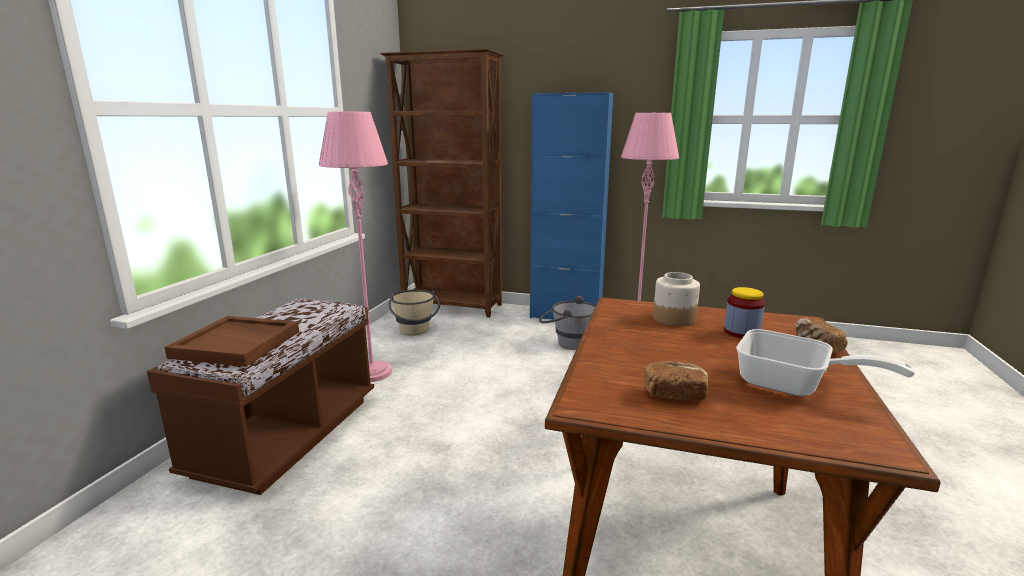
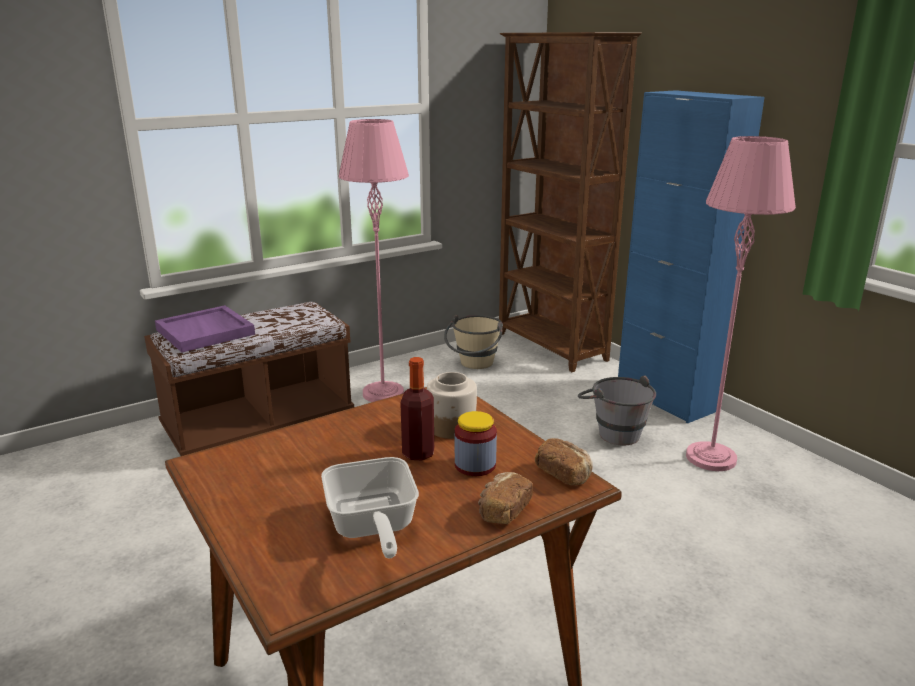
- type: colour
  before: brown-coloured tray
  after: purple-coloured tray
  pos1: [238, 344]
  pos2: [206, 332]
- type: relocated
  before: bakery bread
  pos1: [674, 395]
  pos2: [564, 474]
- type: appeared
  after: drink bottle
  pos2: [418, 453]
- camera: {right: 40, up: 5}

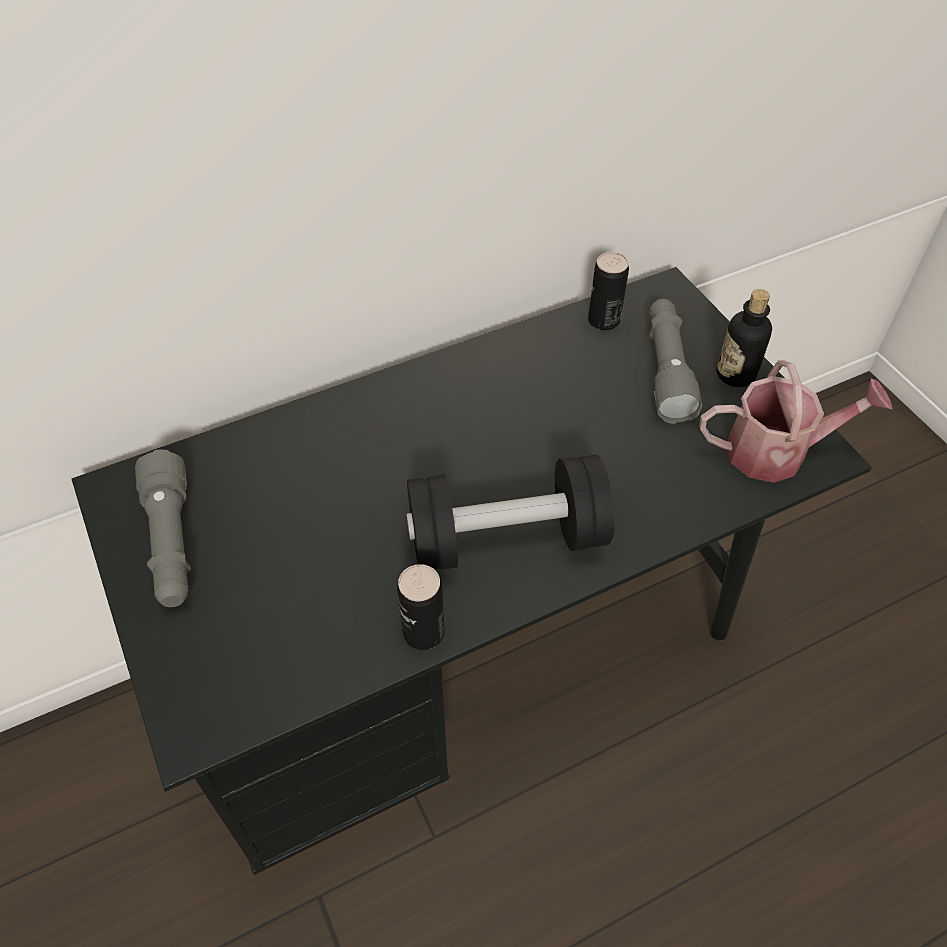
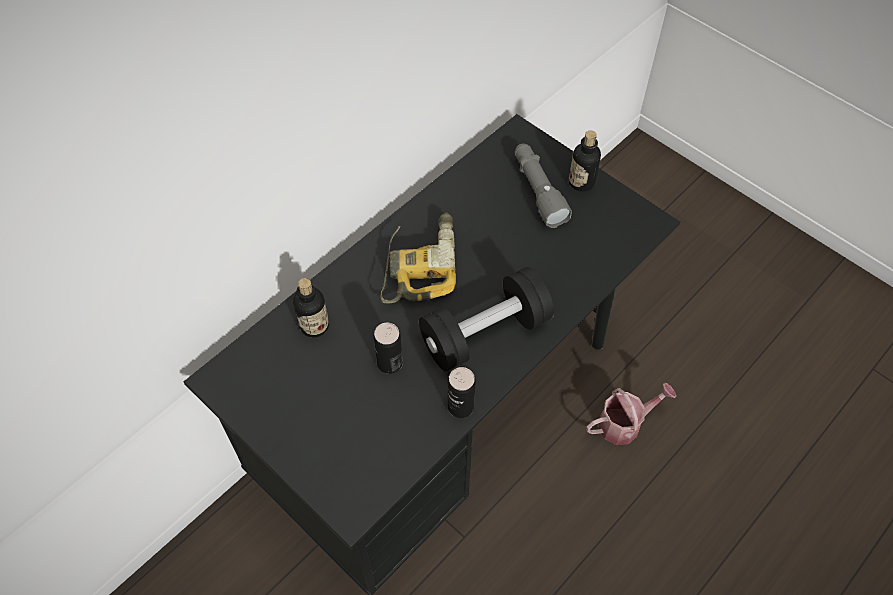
- type: missing
  before: gray hand torch
  pos1: [172, 543]
- type: relocated
  before: metal can
  pos1: [604, 320]
  pos2: [390, 363]
- type: relocated
  before: watering can
  pos1: [777, 451]
  pos2: [624, 423]
- type: appeared
  after: drink bottle
  pos2: [314, 326]
- type: appeared
  after: drill
  pos2: [419, 264]
- camera: {right: -20, up: 5}

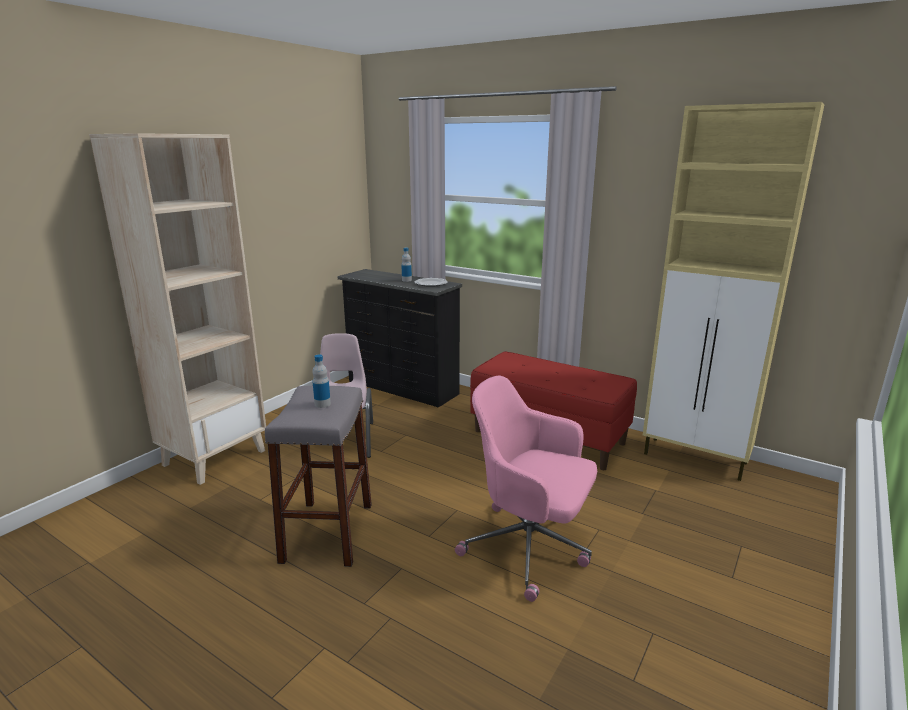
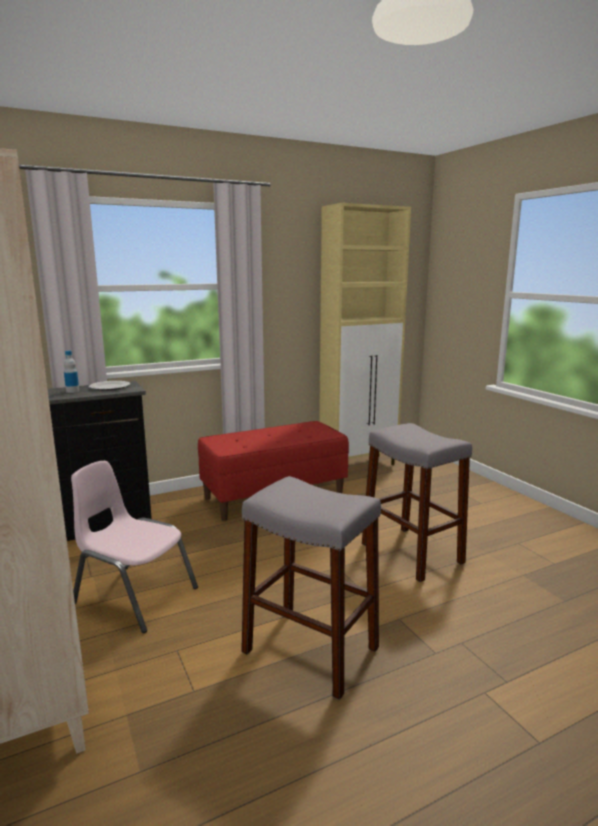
- type: missing
  before: drink bottle
  pos1: [322, 404]
- type: exchanged
  before: pink-coloured desk chair
  after: gray sitting stool
  pos1: [529, 547]
  pos2: [411, 553]
- camera: {right: -60, up: -5}

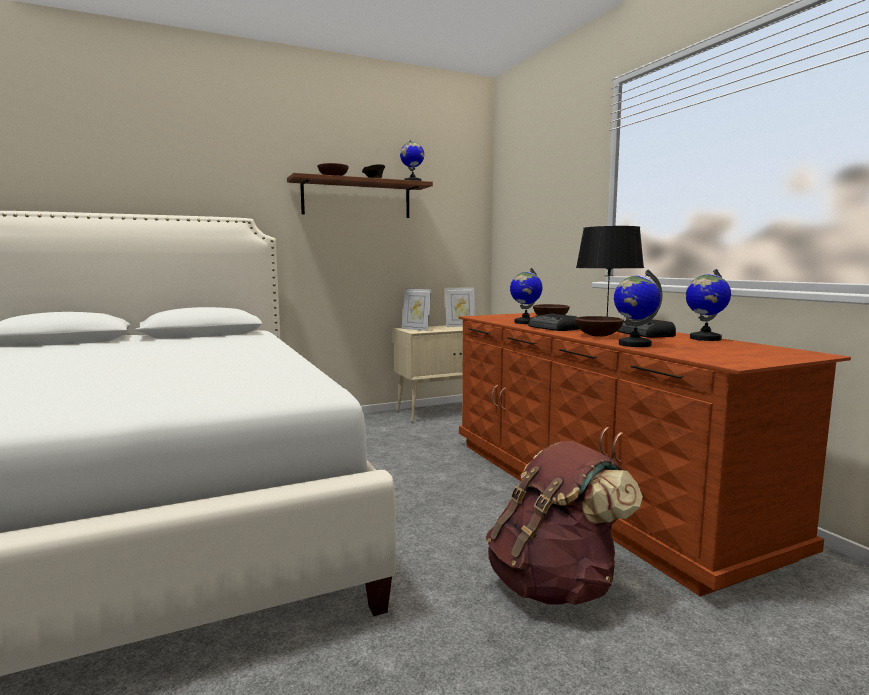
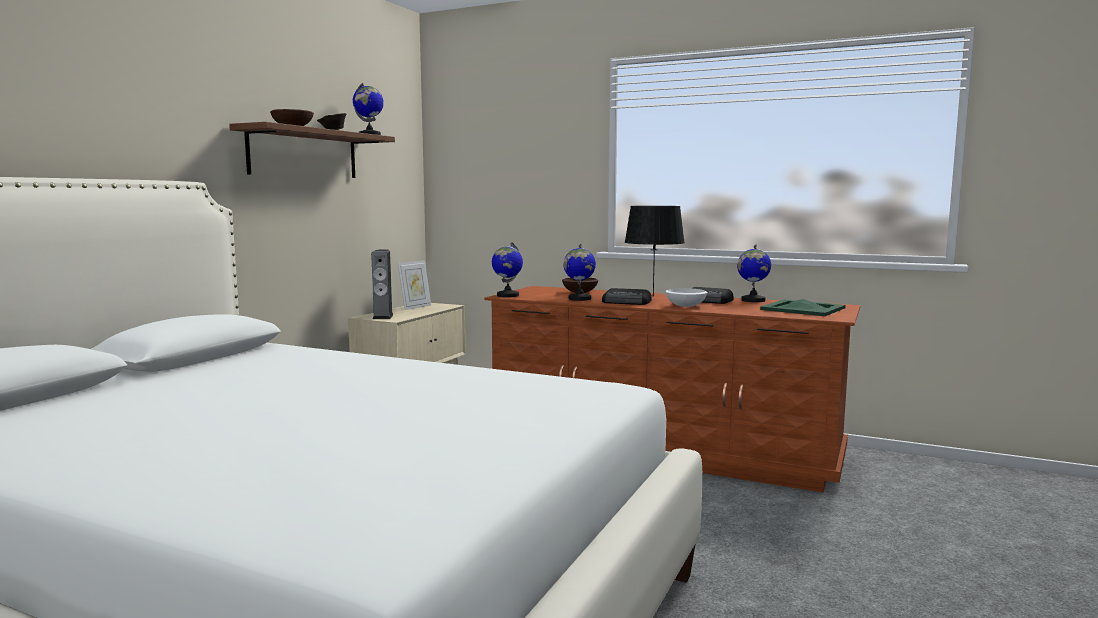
- type: exchanged
  before: picture frame
  after: loudspeaker
  pos1: [416, 329]
  pos2: [383, 316]
- type: missing
  before: brown-coloured knapsack
  pos1: [555, 585]
- type: colour
  before: brown-coloured serving bowl
  after: white-coloured serving bowl
  pos1: [598, 335]
  pos2: [685, 306]
- type: relocated
  before: globe
  pos1: [634, 344]
  pos2: [507, 295]
- type: appeared
  after: green tray
  pos2: [803, 309]
- camera: {right: -40, up: 0}

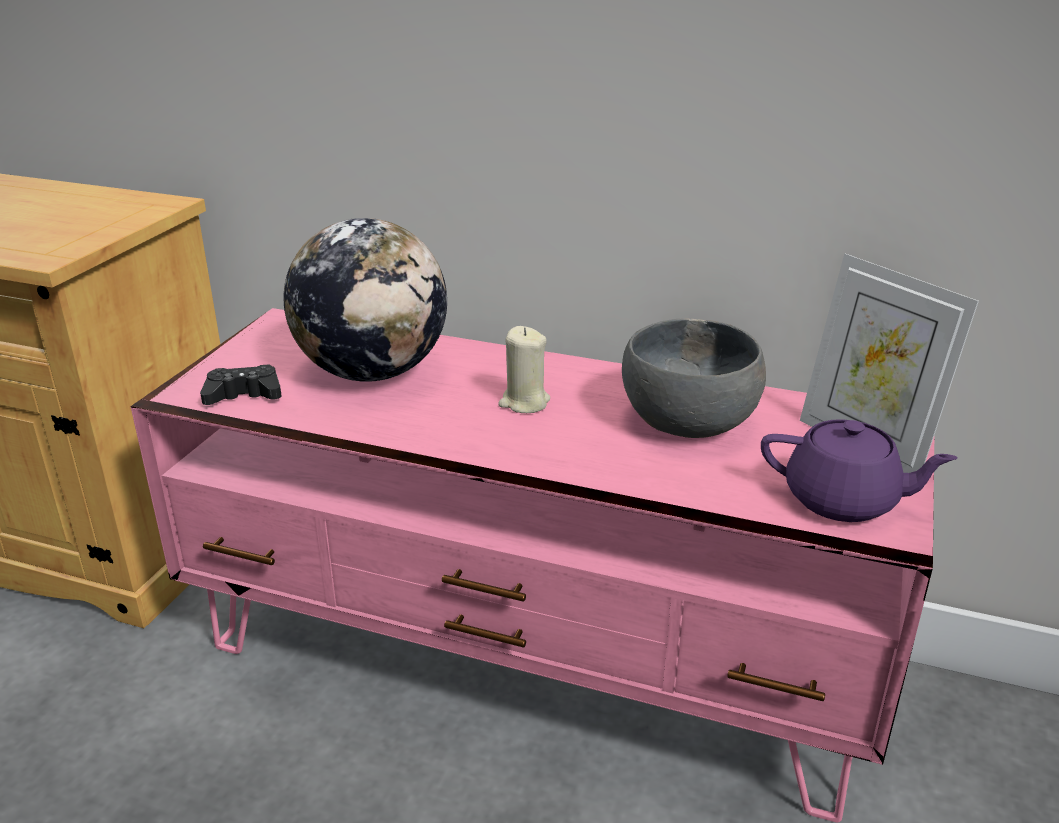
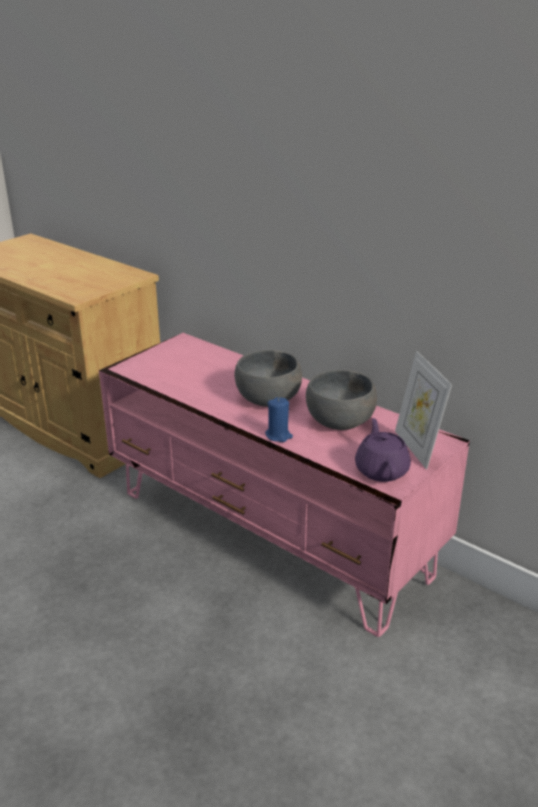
- type: missing
  before: black joypad
  pos1: [244, 395]
- type: missing
  before: globe
  pos1: [372, 372]
- type: exchanged
  before: beige-coloured candle
  after: gray serving bowl
  pos1: [524, 402]
  pos2: [268, 399]
- type: spun
  before: purple-coloured teapot
  pos1: [843, 501]
  pos2: [381, 470]
  turn: -135
- type: appeared
  after: blue candle
  pos2: [278, 435]
- camera: {right: 20, up: 0}

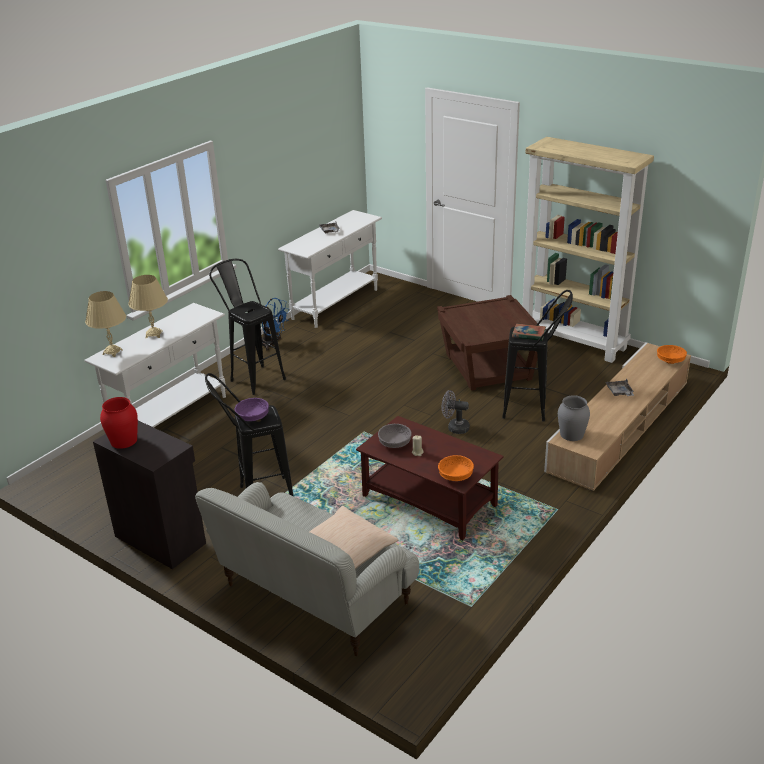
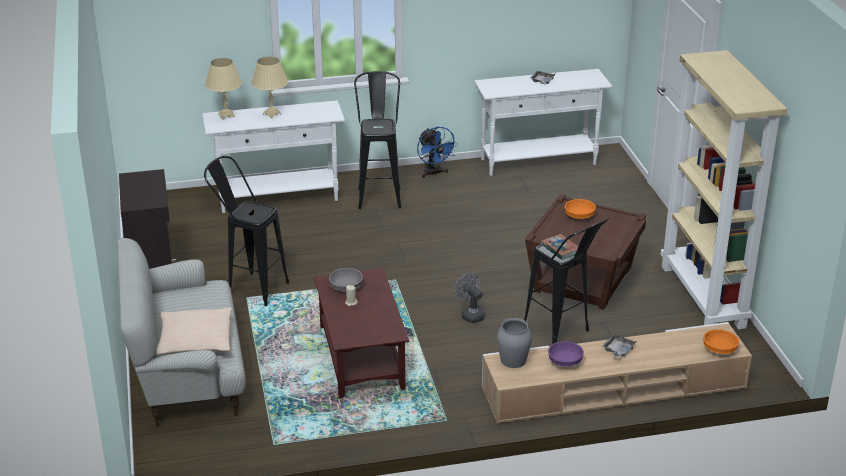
- type: missing
  before: red-coloured vase
  pos1: [123, 441]
- type: relocated
  before: purple-coloured serving bowl
  pos1: [253, 417]
  pos2: [565, 362]
- type: relocated
  before: orangey serving bowl
  pos1: [455, 476]
  pos2: [579, 216]
- camera: {right: 40, up: 0}

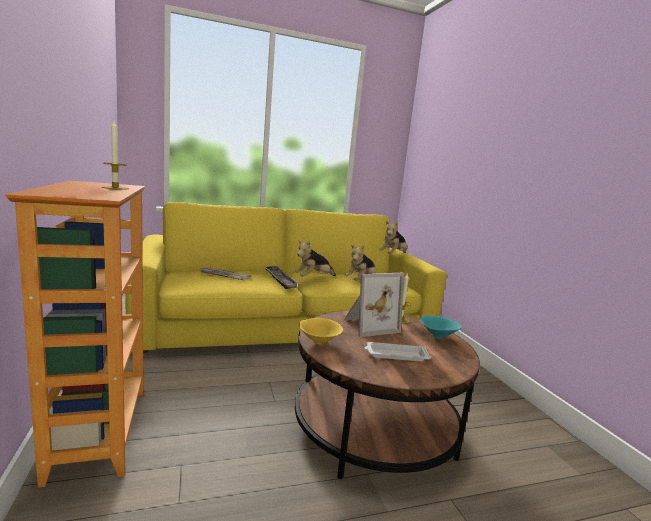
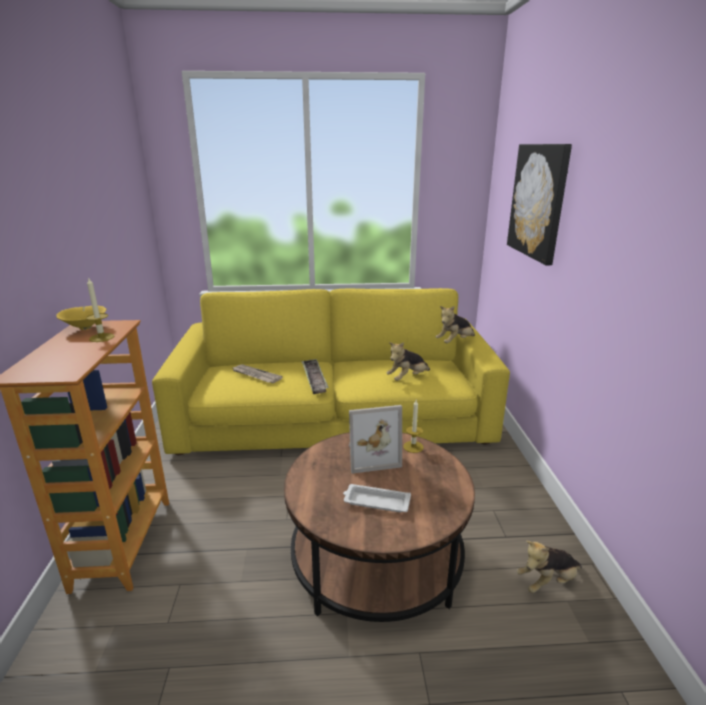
- type: relocated
  before: plush toy
  pos1: [313, 278]
  pos2: [547, 582]
- type: relocated
  before: yellow serving bowl
  pos1: [318, 341]
  pos2: [85, 327]
- type: missing
  before: blue-green serving bowl
  pos1: [437, 337]
- type: appeared
  after: picture
  pos2: [538, 201]
- camera: {right: 15, up: 10}

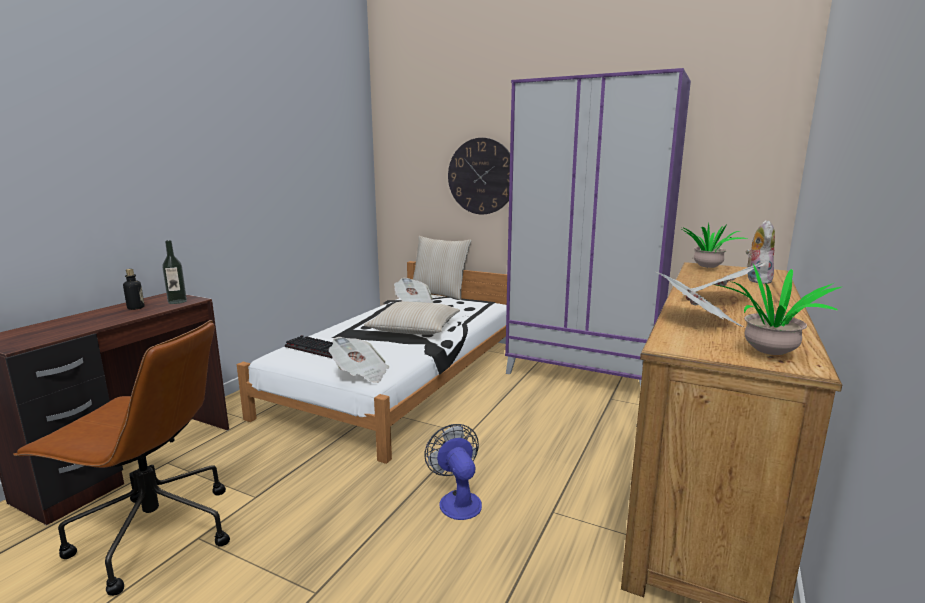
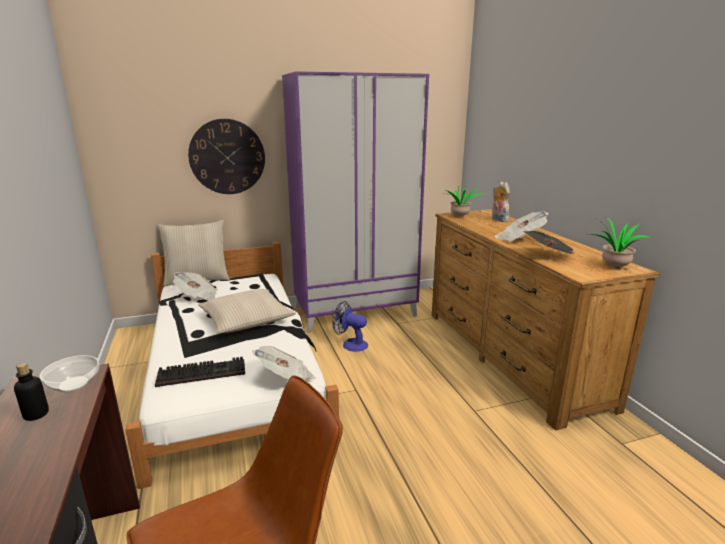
- type: exchanged
  before: drink bottle
  after: serving bowl
  pos1: [177, 301]
  pos2: [74, 383]
- type: relocated
  before: cooling fan
  pos1: [457, 500]
  pos2: [350, 344]
- camera: {right: -45, up: 5}

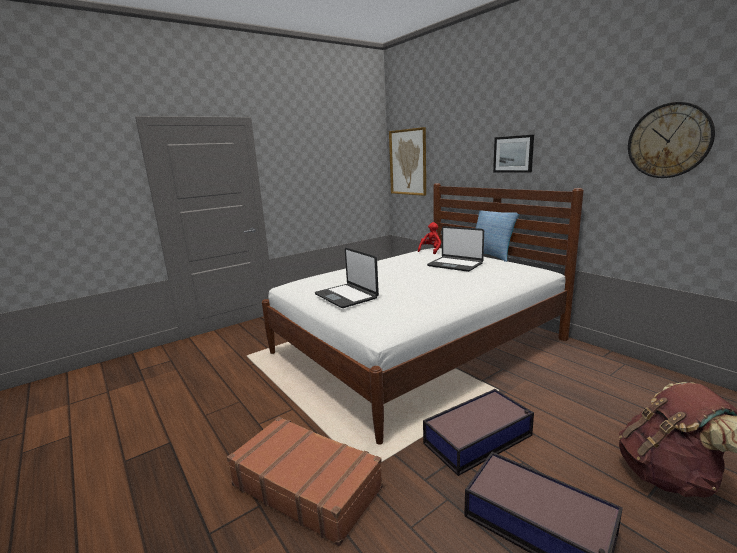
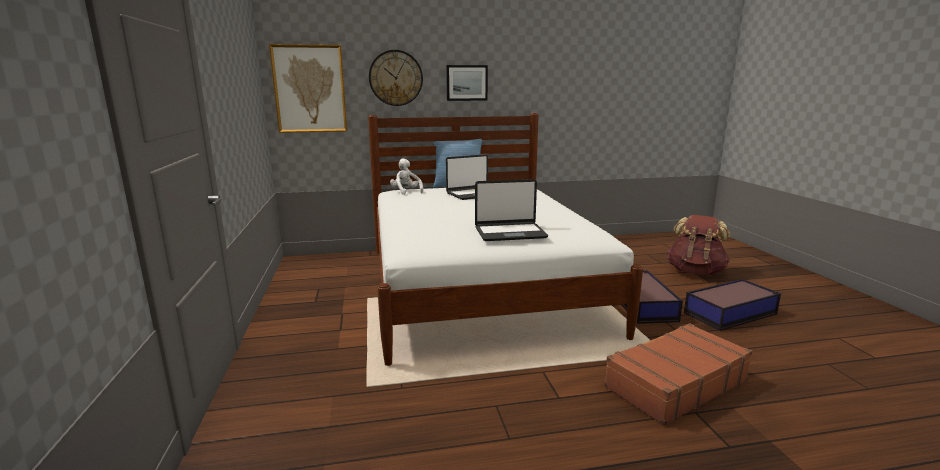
- type: colour
  before: red-coloured plush toy
  after: white-coloured plush toy
  pos1: [431, 250]
  pos2: [406, 192]
- type: relocated
  before: wall clock
  pos1: [669, 141]
  pos2: [395, 78]
- camera: {right: -65, up: 0}

